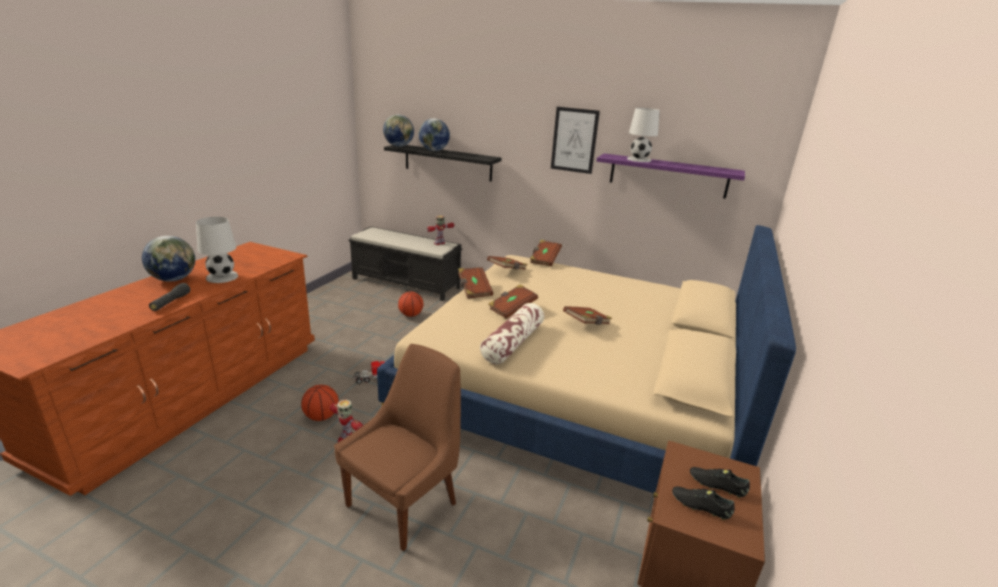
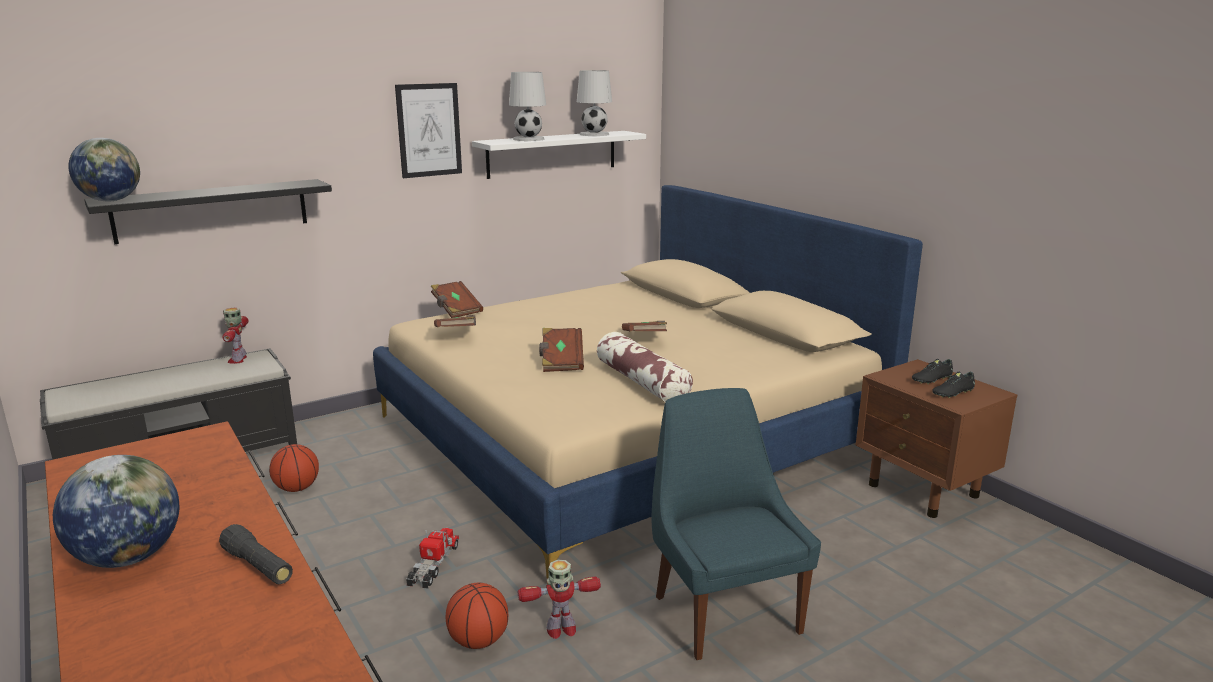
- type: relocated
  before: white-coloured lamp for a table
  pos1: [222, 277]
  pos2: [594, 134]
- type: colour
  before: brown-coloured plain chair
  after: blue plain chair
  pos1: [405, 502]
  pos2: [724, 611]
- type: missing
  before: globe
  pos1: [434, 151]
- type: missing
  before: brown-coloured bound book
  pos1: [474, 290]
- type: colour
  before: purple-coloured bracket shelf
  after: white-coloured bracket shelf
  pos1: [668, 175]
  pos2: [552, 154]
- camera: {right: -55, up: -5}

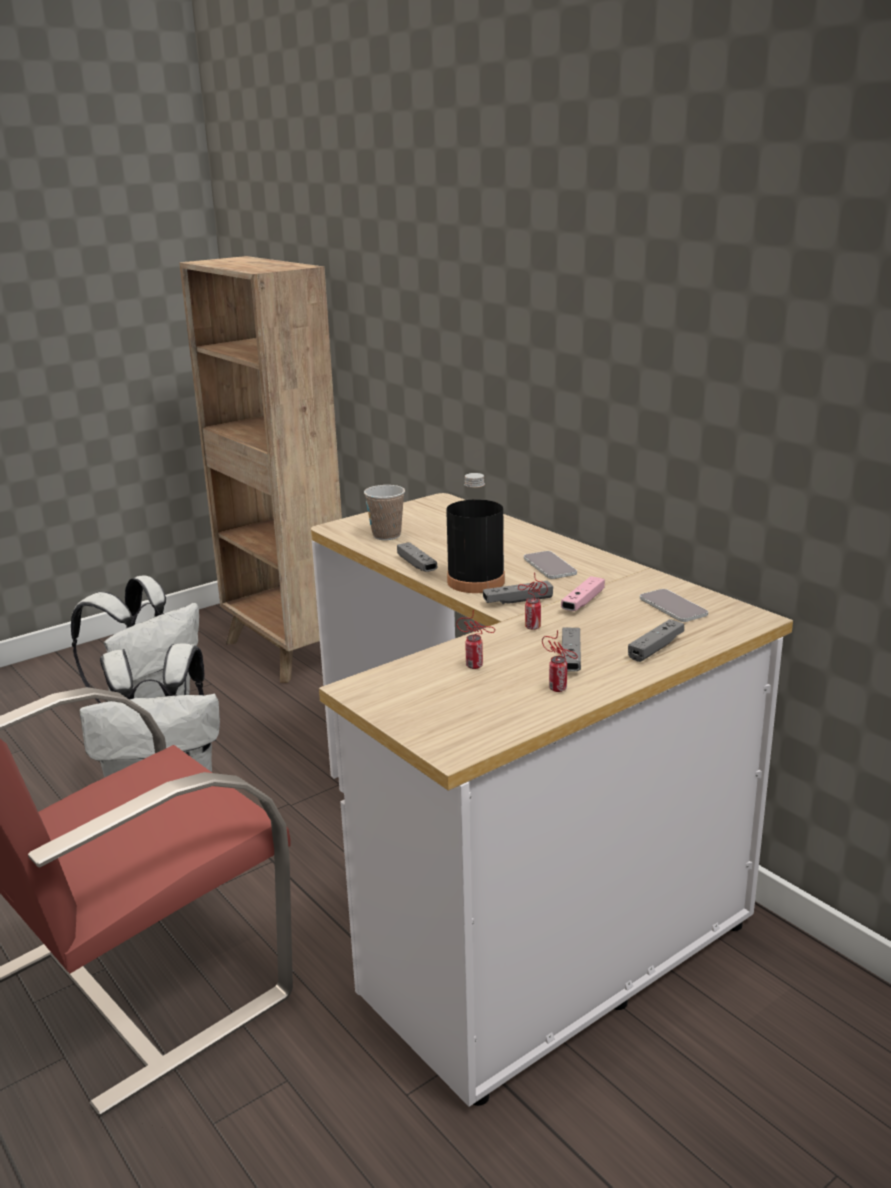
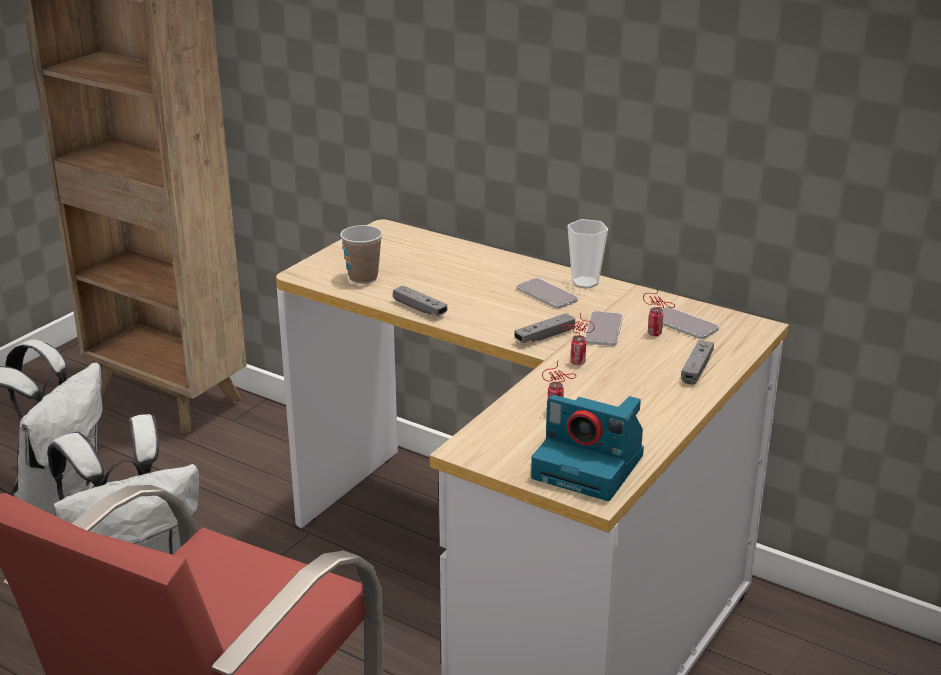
- type: missing
  before: black drink bottle
  pos1: [476, 581]
- type: relocated
  before: metal can
  pos1: [560, 689]
  pos2: [656, 334]
- type: exchanged
  before: pink-coloured joypad
  after: handset
  pos1: [583, 602]
  pos2: [603, 330]
- type: missing
  before: gray joypad
  pos1: [570, 658]
- type: appeared
  after: photo camera
  pos2: [591, 466]
- type: appeared
  after: small cup
  pos2: [585, 283]
- camera: {right: -20, up: 5}

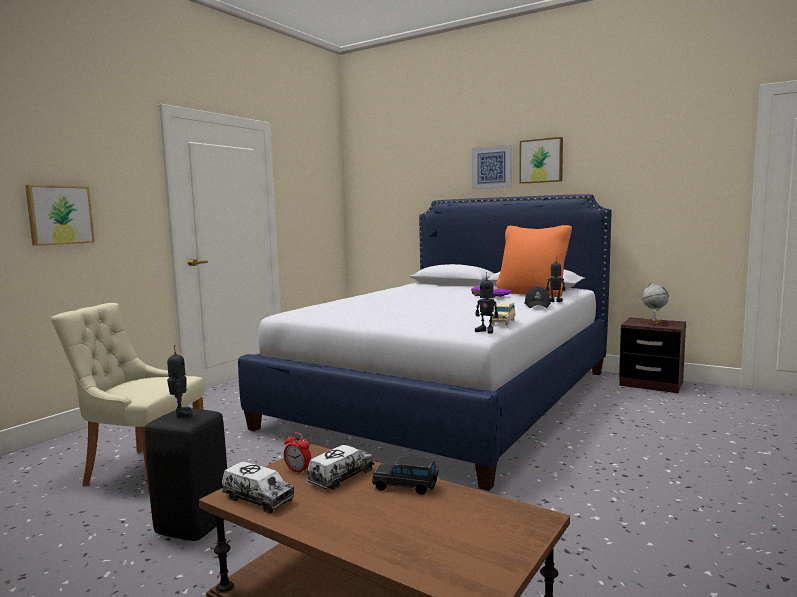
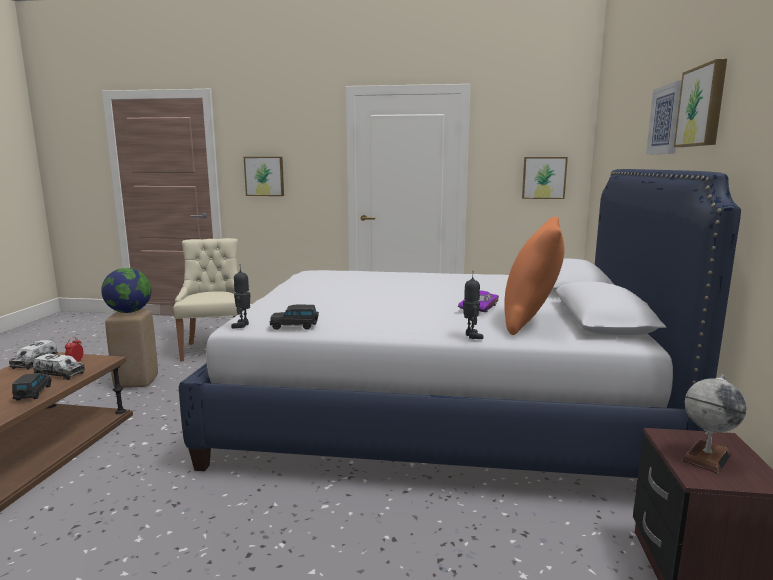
- type: colour
  before: black sitting stool
  after: beige-coloured sitting stool
  pos1: [193, 527]
  pos2: [135, 382]
- type: exchanged
  before: robot figure
  after: globe
  pos1: [181, 414]
  pos2: [129, 312]
- type: colour
  before: beige-coloured model car
  after: black model car
  pos1: [503, 322]
  pos2: [295, 326]
- type: missing
  before: black peaked cap
  pos1: [537, 305]
- type: appeared
  after: picture
  pos2: [543, 178]
- camera: {right: 65, up: 5}

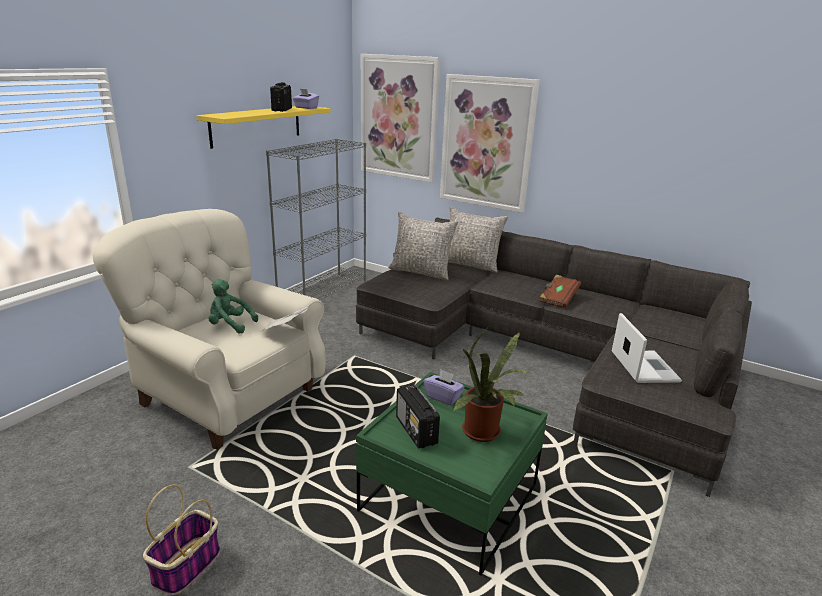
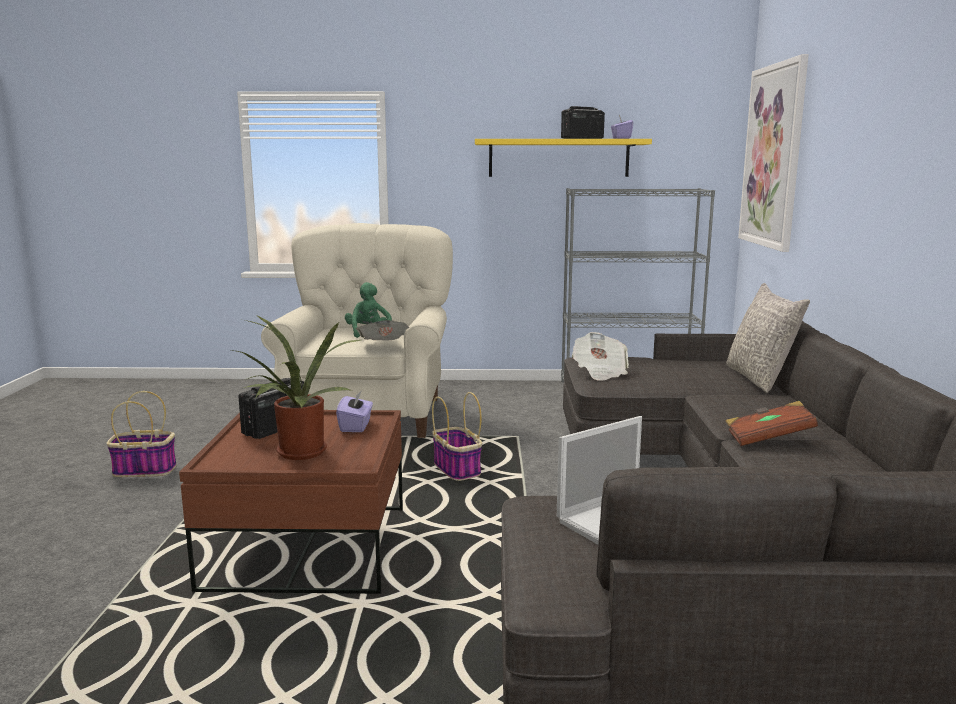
- type: colour
  before: green coffee table
  after: brown-coloured coffee table
  pos1: [449, 498]
  pos2: [309, 547]
- type: missing
  before: gray throw pillow
  pos1: [421, 272]
- type: missing
  before: picture
  pos1: [486, 143]
- type: appeared
  after: storage basket
  pos2: [457, 470]
- type: appeared
  after: newspaper
  pos2: [600, 372]
- camera: {right: 60, up: -10}

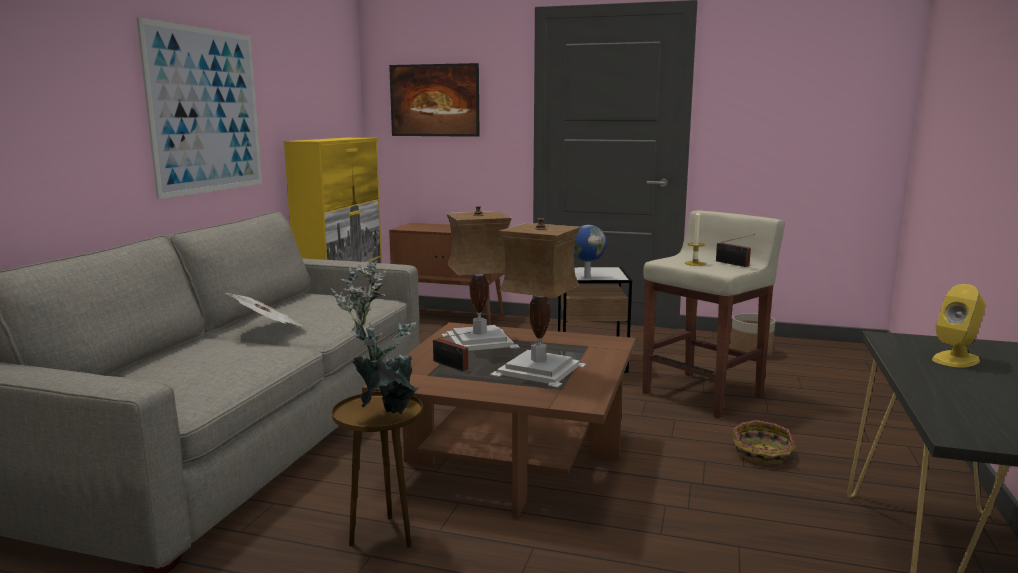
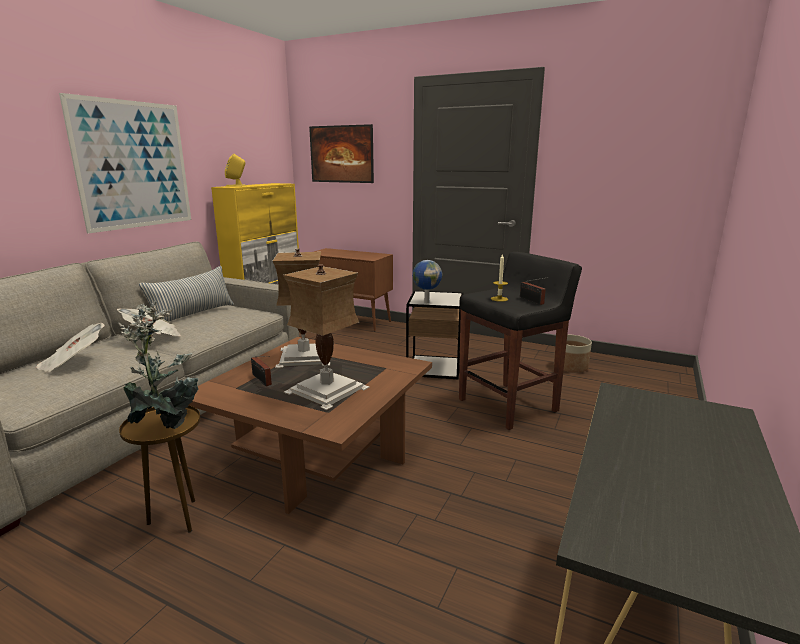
- type: colour
  before: beige-coloured sitting stool
  after: black sitting stool
  pos1: [703, 394]
  pos2: [509, 405]
- type: missing
  before: storage basket
  pos1: [762, 454]
- type: relocated
  before: yellow loudspeaker
  pos1: [956, 359]
  pos2: [236, 186]
- type: appeared
  after: newspaper
  pos2: [73, 363]
- type: appeared
  after: throw pillow
  pos2: [193, 314]
- camera: {right: 10, up: 5}

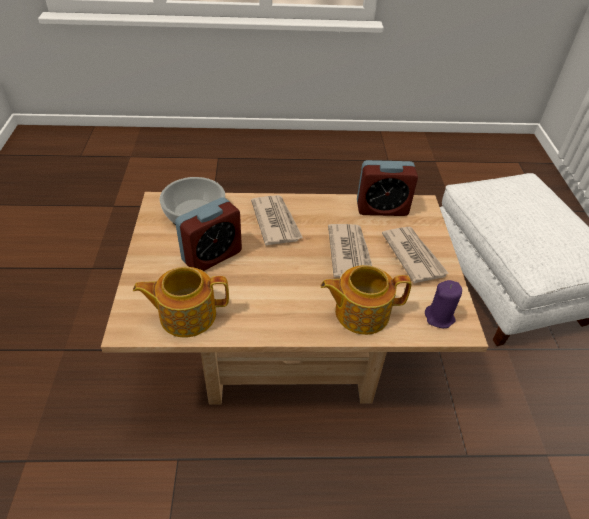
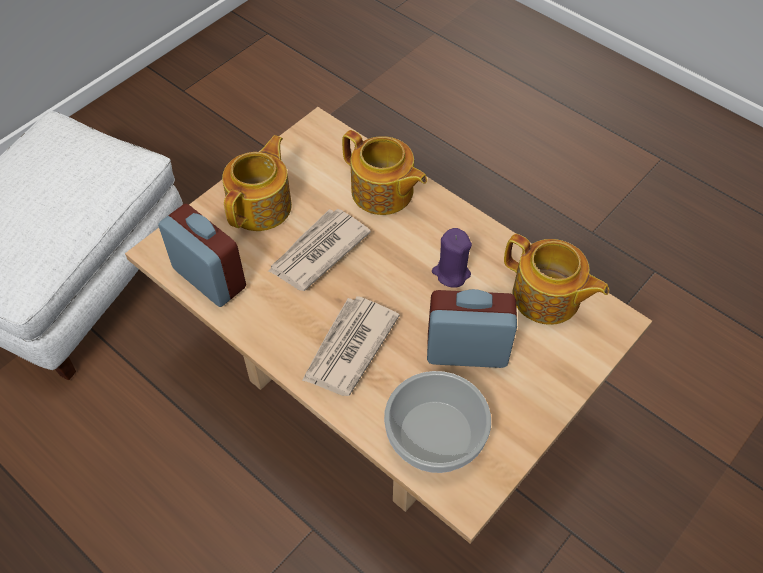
- type: exchanged
  before: newspaper
  after: teapot
  pos1: [413, 255]
  pos2: [262, 206]
- type: relocated
  before: purple-coloured candle
  pos1: [439, 317]
  pos2: [451, 273]
- camera: {right: -135, up: 10}

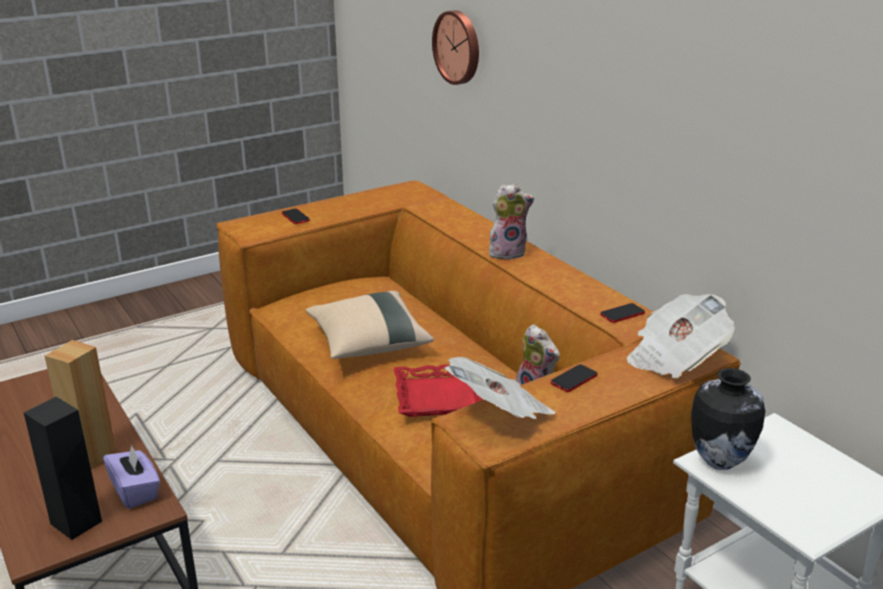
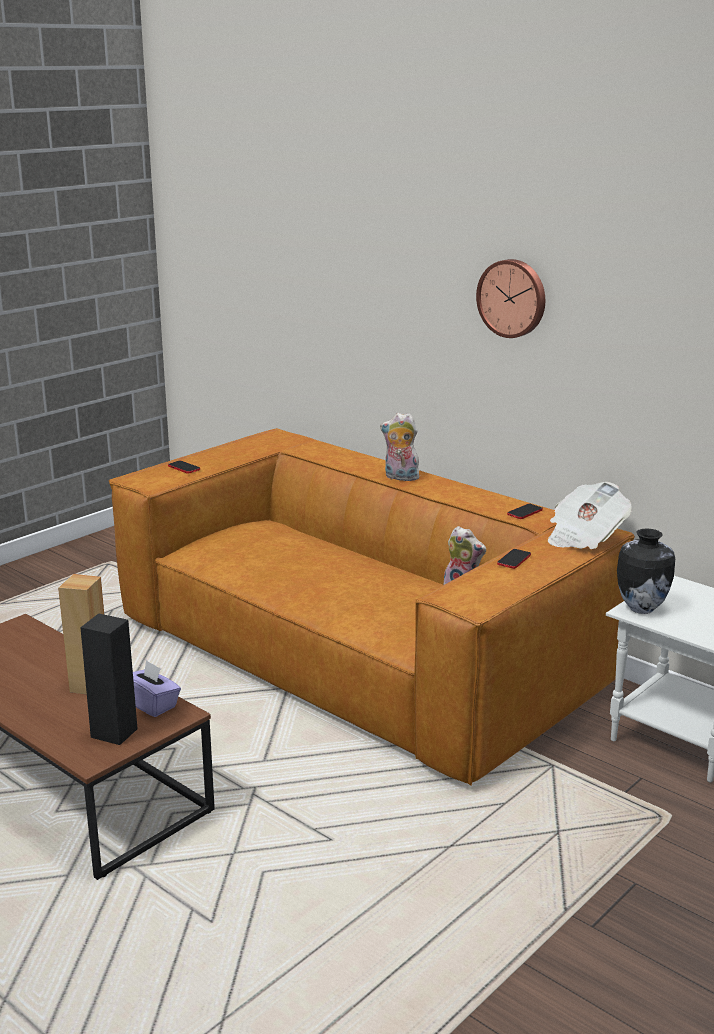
- type: missing
  before: beige-coloured throw pillow
  pos1: [368, 343]
- type: missing
  before: red-coloured tray
  pos1: [441, 396]
- type: relocated
  before: wall clock
  pos1: [458, 47]
  pos2: [513, 298]
- type: missing
  before: newspaper
  pos1: [499, 413]
- type: spun
  before: plush toy
  pos1: [508, 252]
  pos2: [400, 478]
  turn: -135
- camera: {right: -15, up: -5}

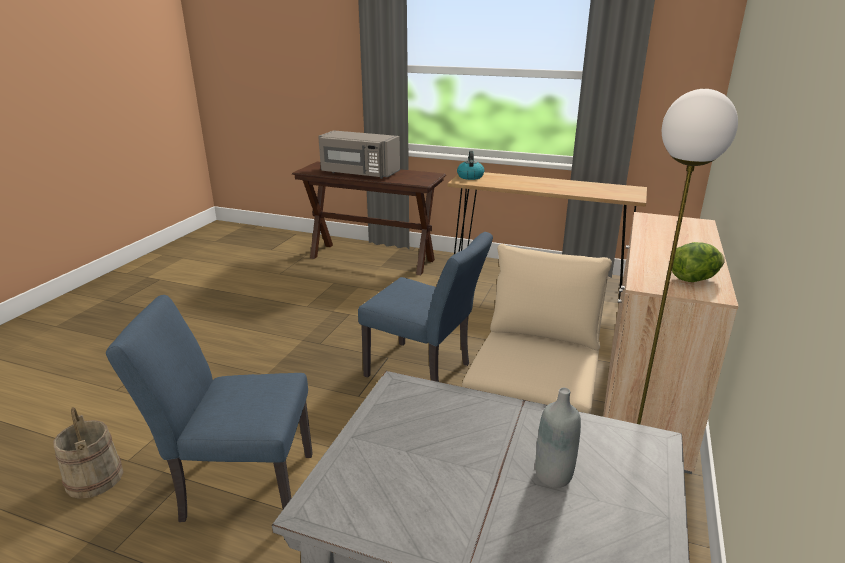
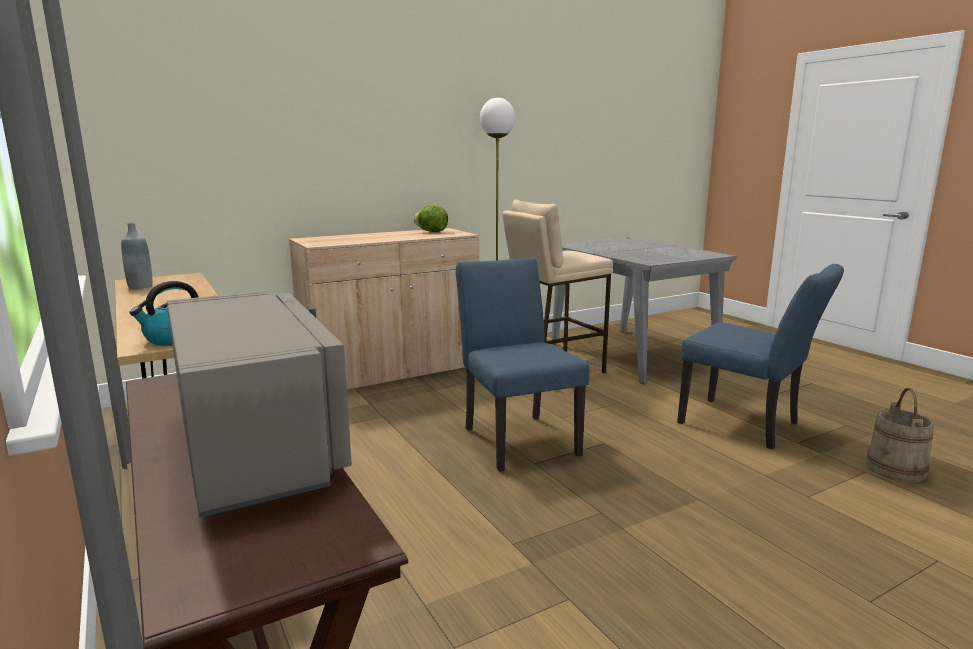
- type: relocated
  before: gray drink bottle
  pos1: [553, 475]
  pos2: [140, 286]
- camera: {right: -140, up: -10}

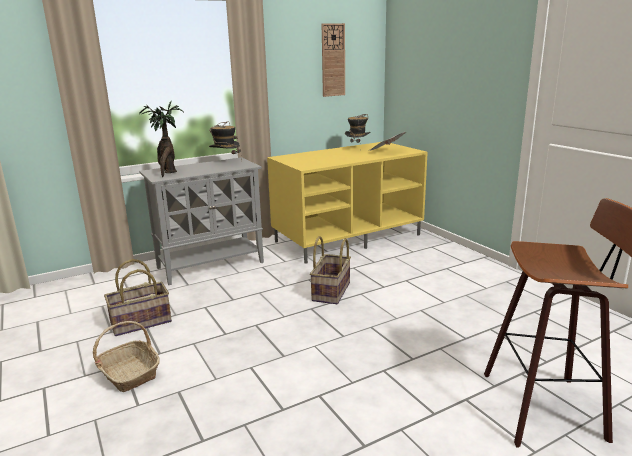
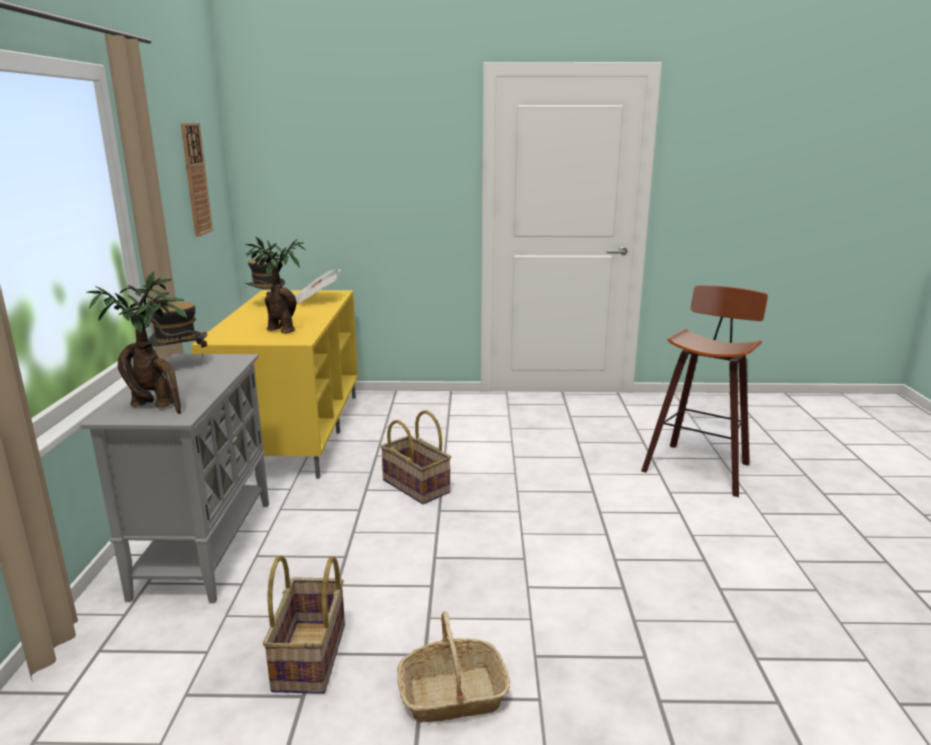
- type: appeared
  after: potted plant
  pos2: [279, 330]
- camera: {right: -60, up: 0}

